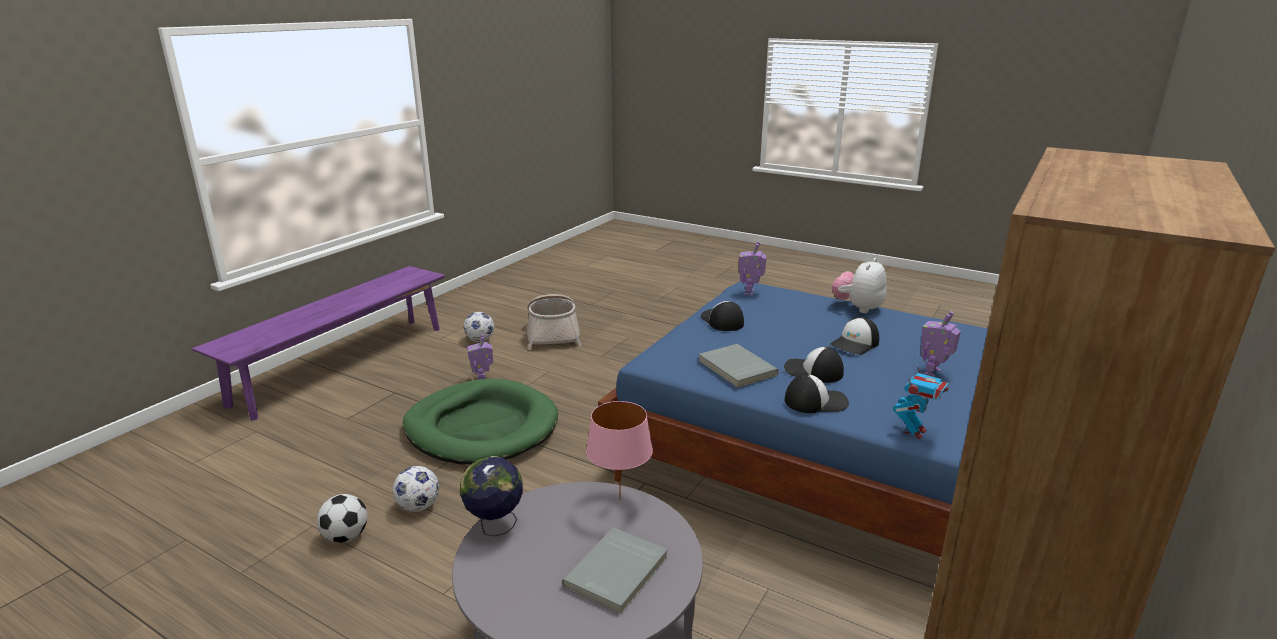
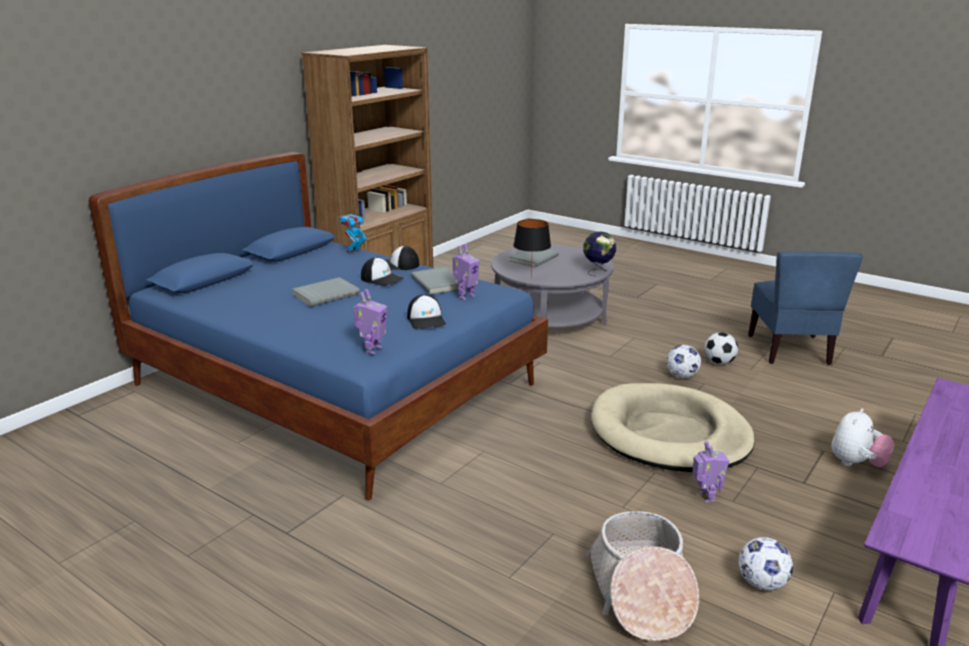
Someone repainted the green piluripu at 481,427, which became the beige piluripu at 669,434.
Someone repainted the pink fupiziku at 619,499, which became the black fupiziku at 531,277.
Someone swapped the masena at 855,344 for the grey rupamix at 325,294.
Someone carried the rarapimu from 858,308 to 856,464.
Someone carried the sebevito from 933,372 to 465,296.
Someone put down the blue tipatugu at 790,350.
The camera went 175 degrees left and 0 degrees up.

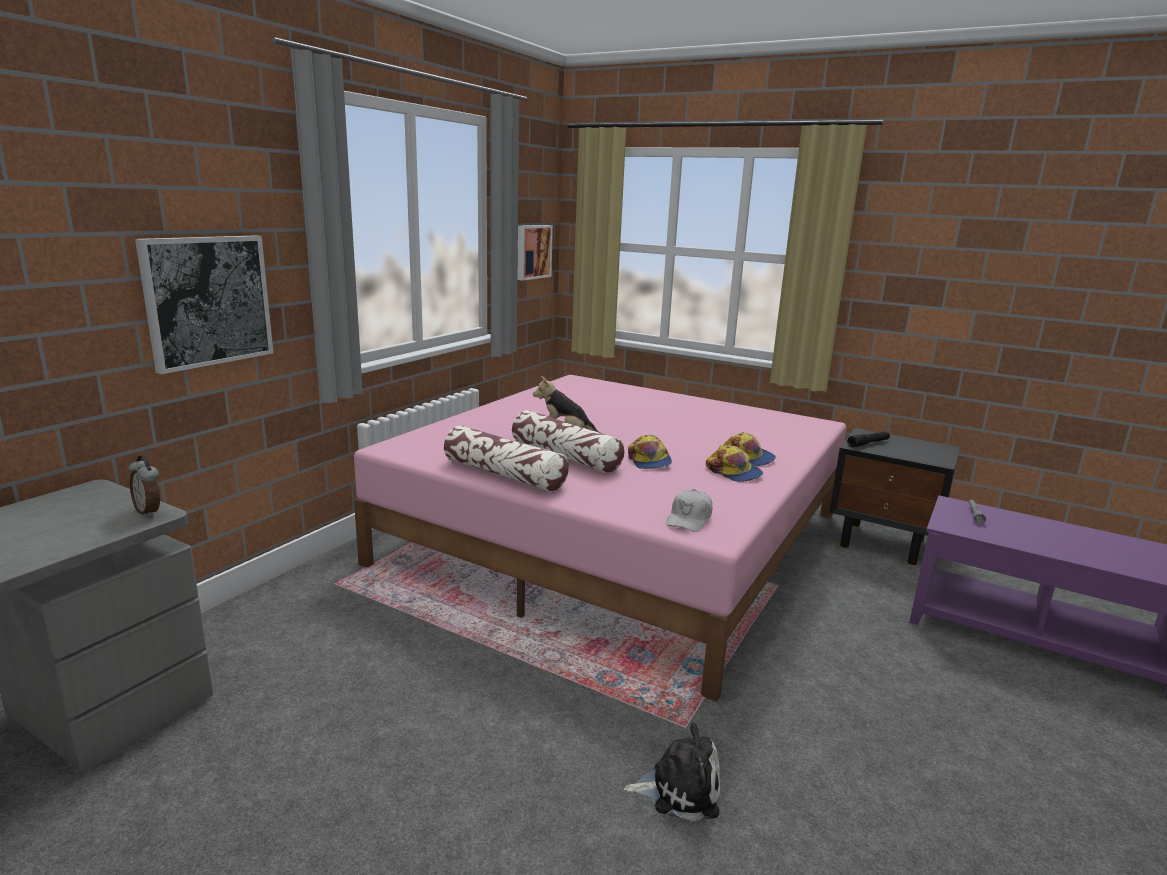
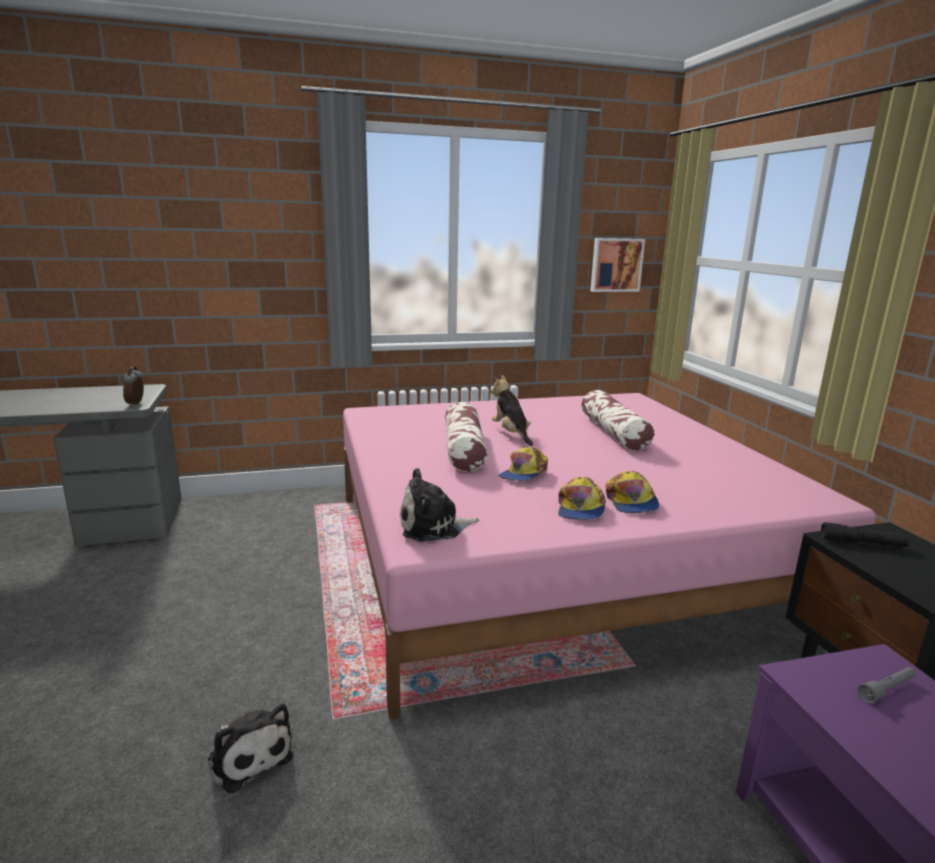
Someone took away the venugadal at 208,301.
Someone carried the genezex from 504,474 to 614,432.
Someone swapped the white masena at 689,519 for the rarapimu at 433,526.
The camera went 45 degrees right and 0 degrees up.

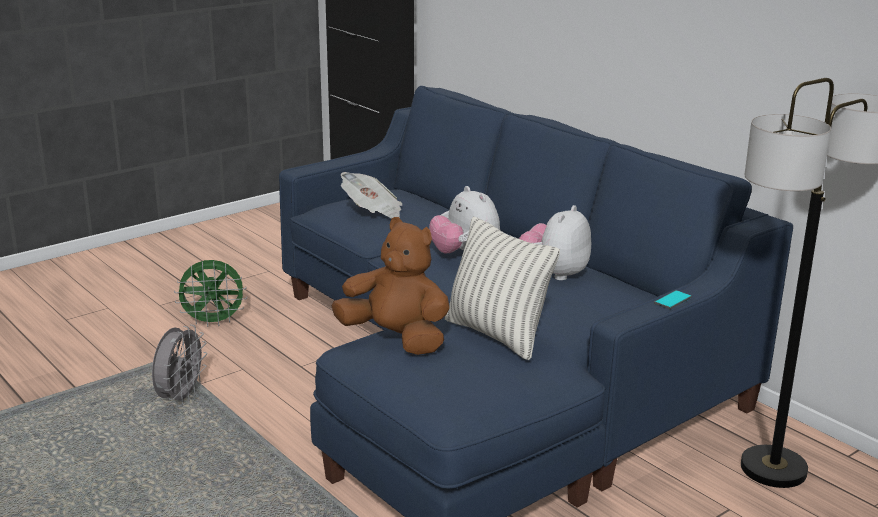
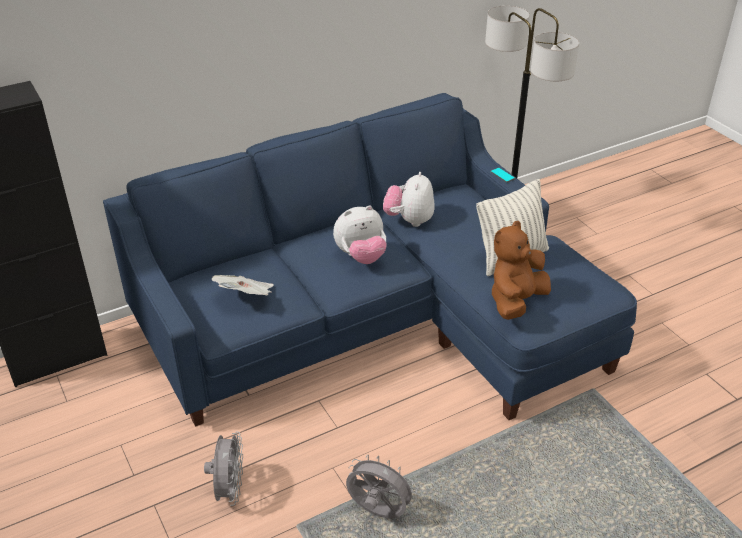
Someone repainted the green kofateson at 214,322, which became the grey kofateson at 229,490.
Someone rotated the rarapimu at 554,273 by 60 degrees clockwise.
The camera went 80 degrees left and 15 degrees up.

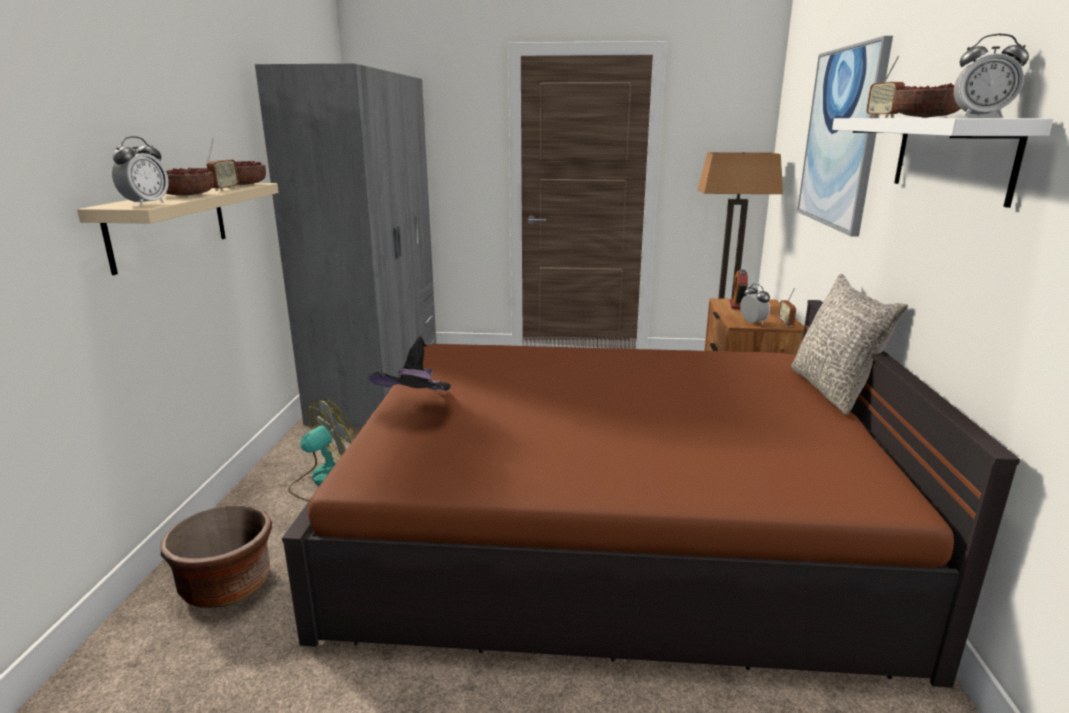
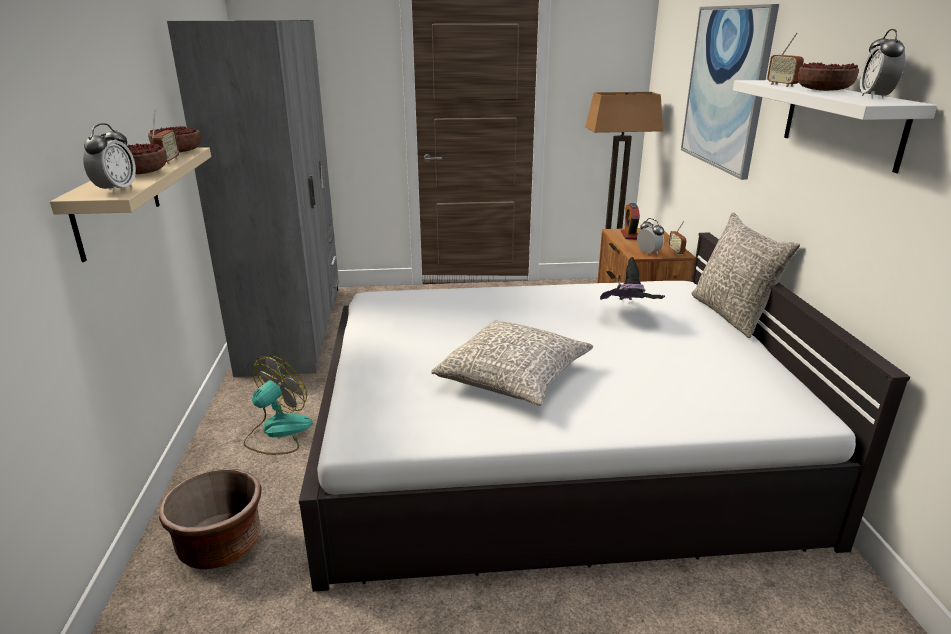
Someone repainted the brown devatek at 609,521, which became the white devatek at 551,444.
Someone carried the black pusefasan from 417,410 to 627,316.
Someone rotated the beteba at 980,117 by 90 degrees clockwise.
Someone put down the grey genezex at 514,377.
The camera went 10 degrees left and 5 degrees up.

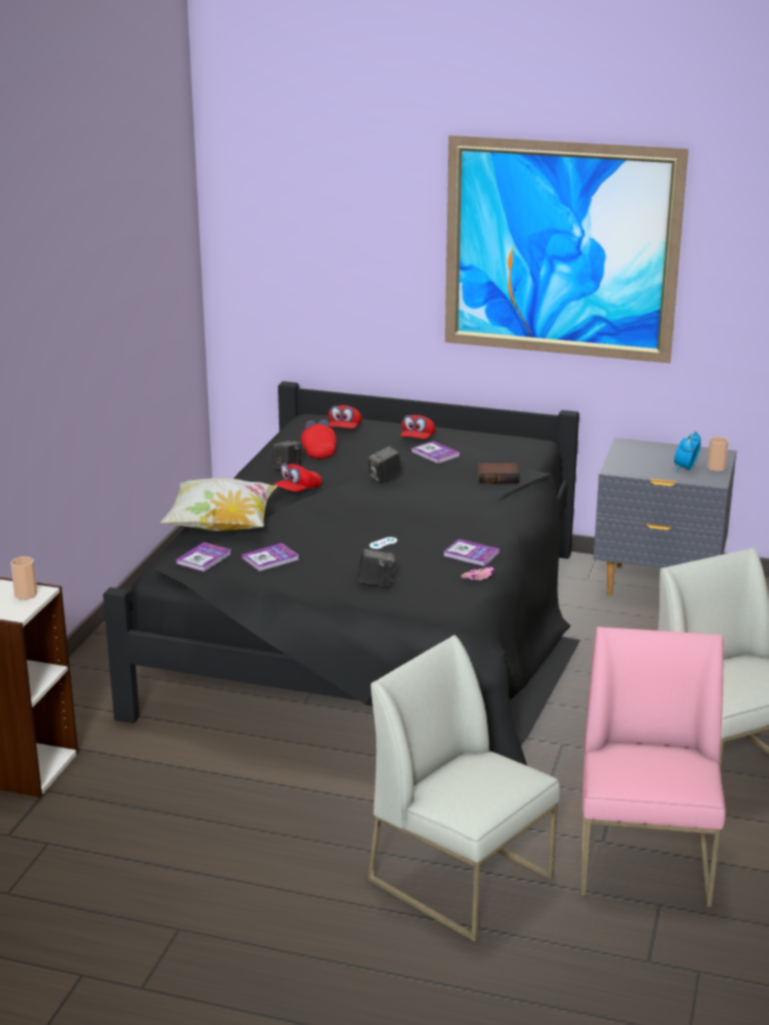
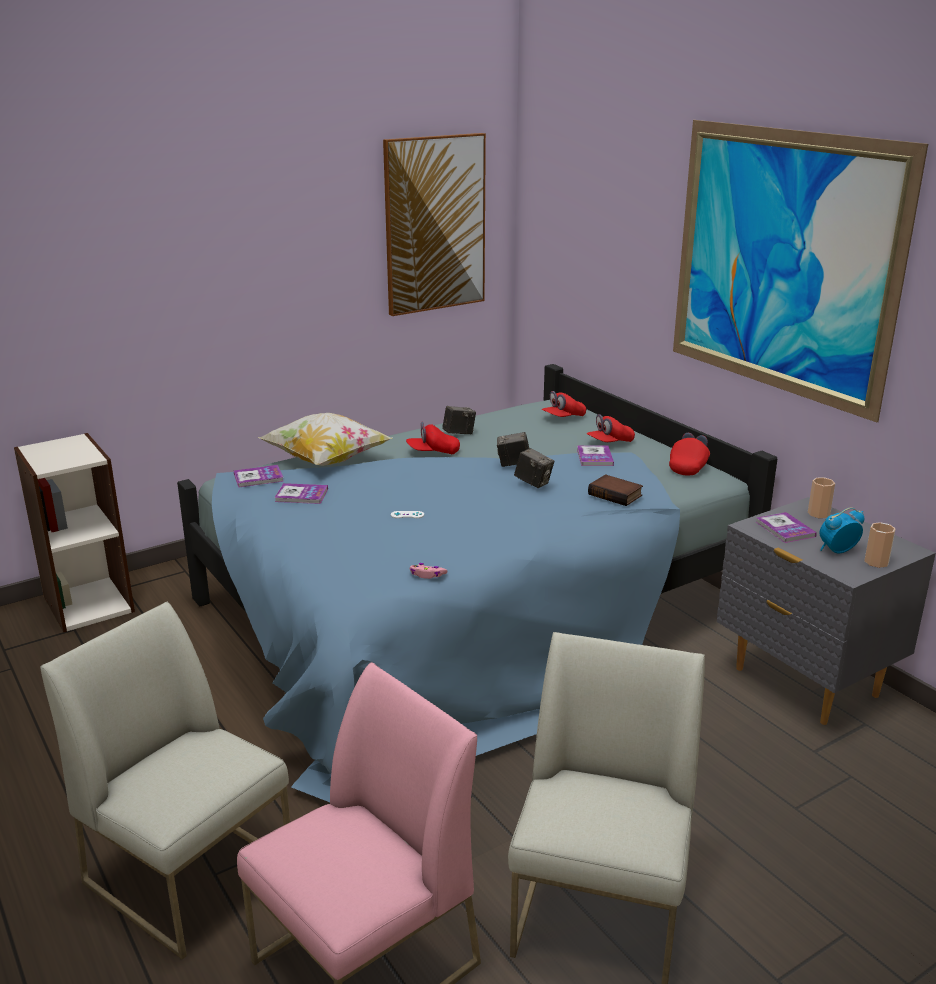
Someone carried the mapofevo from 26,594 to 818,513.
Someone repainted the black devatek at 377,637, which became the blue devatek at 468,618.
Someone carried the red masena from 318,451 to 689,467.
Someone carried the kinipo from 376,583 to 533,483.
Someone rotated the white tipatugu at 462,879 by 45 degrees counterclockwise.
Someone carried the rupamix from 471,554 to 785,529.
Someone put up the venugadal at 435,224.
The camera went 40 degrees right and 0 degrees up.

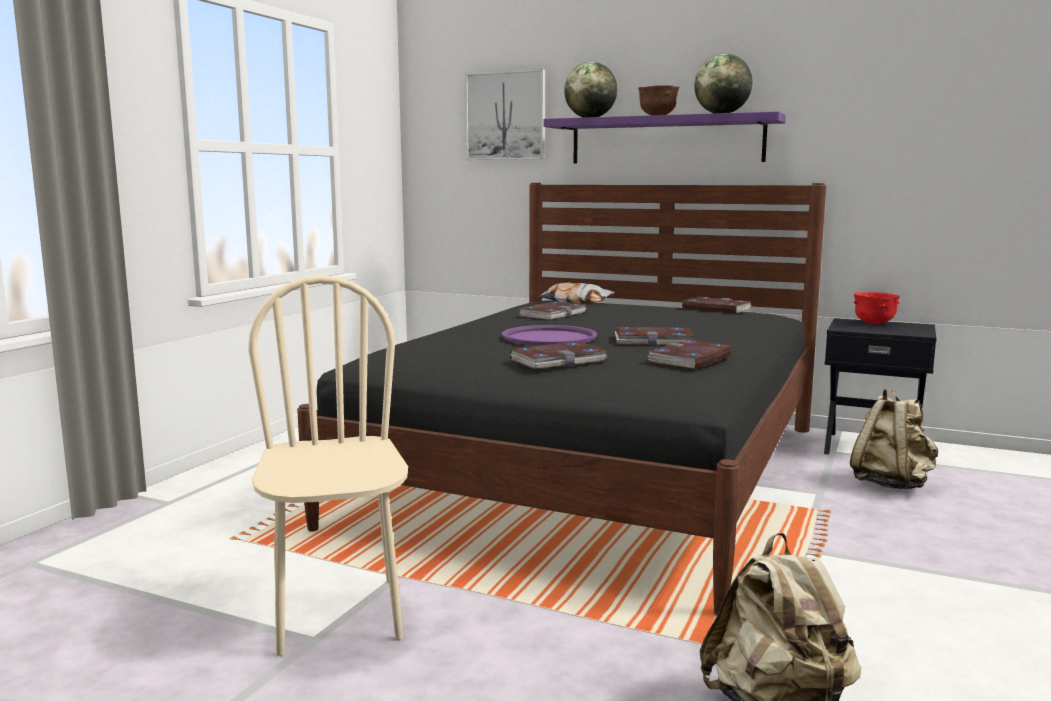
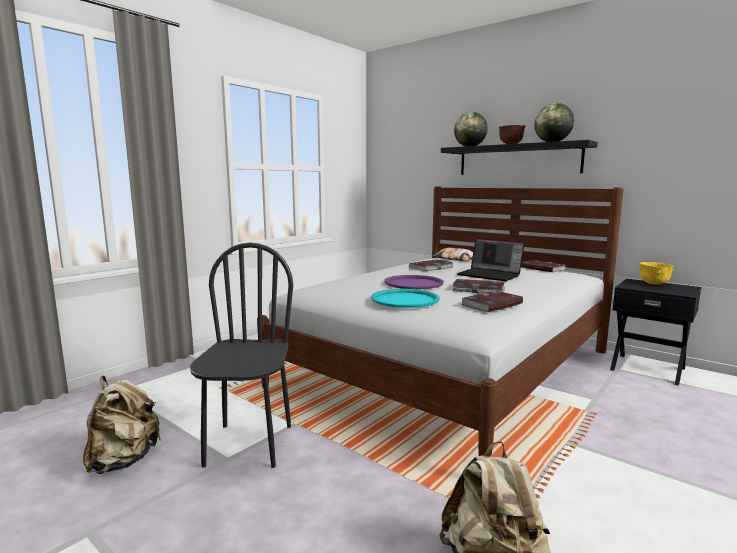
Someone repainted the beige tipatugu at 337,614, which became the black tipatugu at 248,445.
Someone repainted the black devatek at 598,472, which became the white devatek at 449,368.
Someone took away the venugadal at 506,116.
Someone swapped the rupamix at 558,360 for the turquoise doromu at 405,299.
Someone repainted the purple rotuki at 666,140, which became the black rotuki at 518,160.
Someone carried the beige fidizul from 891,484 to 124,460.
Someone repainted the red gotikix at 874,323, which became the yellow gotikix at 654,284.
Someone put down the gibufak at 490,275.
The camera went 15 degrees right and 0 degrees up.

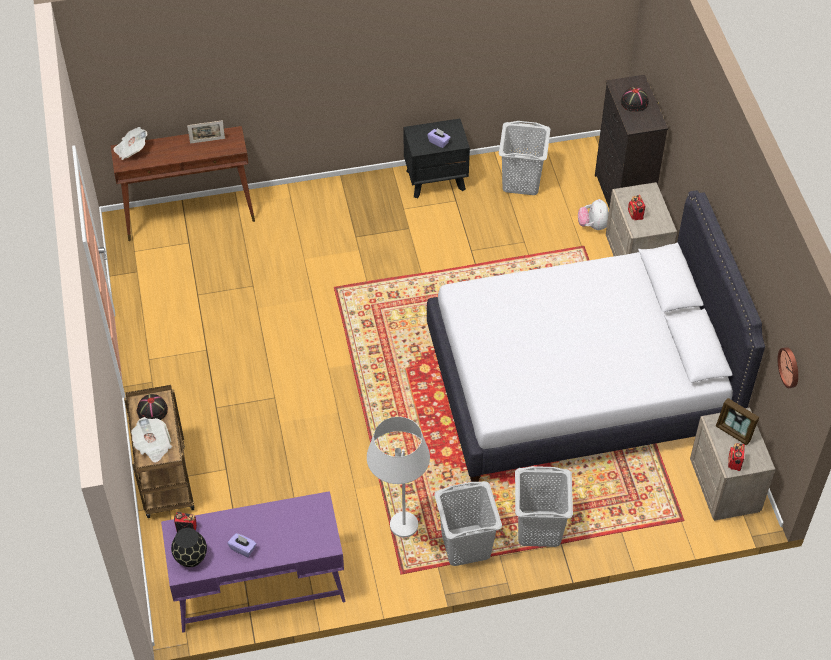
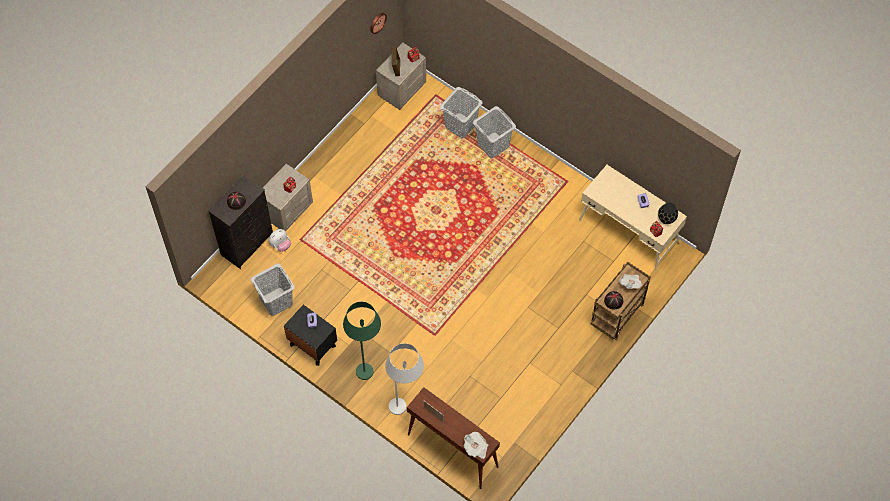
Someone repainted the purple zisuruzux at 258,585, which became the beige zisuruzux at 628,231.
Someone carried the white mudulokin from 399,539 to 406,402.
Someone took away the white devatek at 578,383.
Someone carried the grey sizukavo from 465,545 to 461,125.
Someone put down the green mudulokin at 366,362.
The camera went 130 degrees left and 10 degrees up.

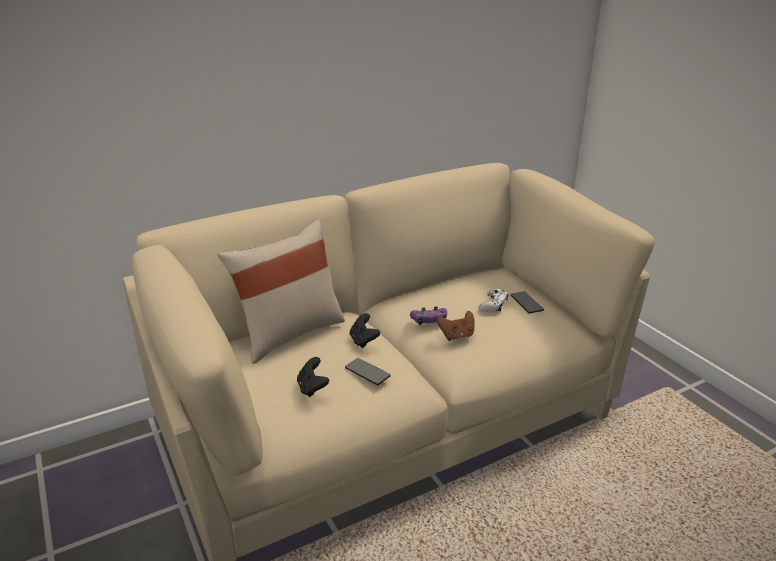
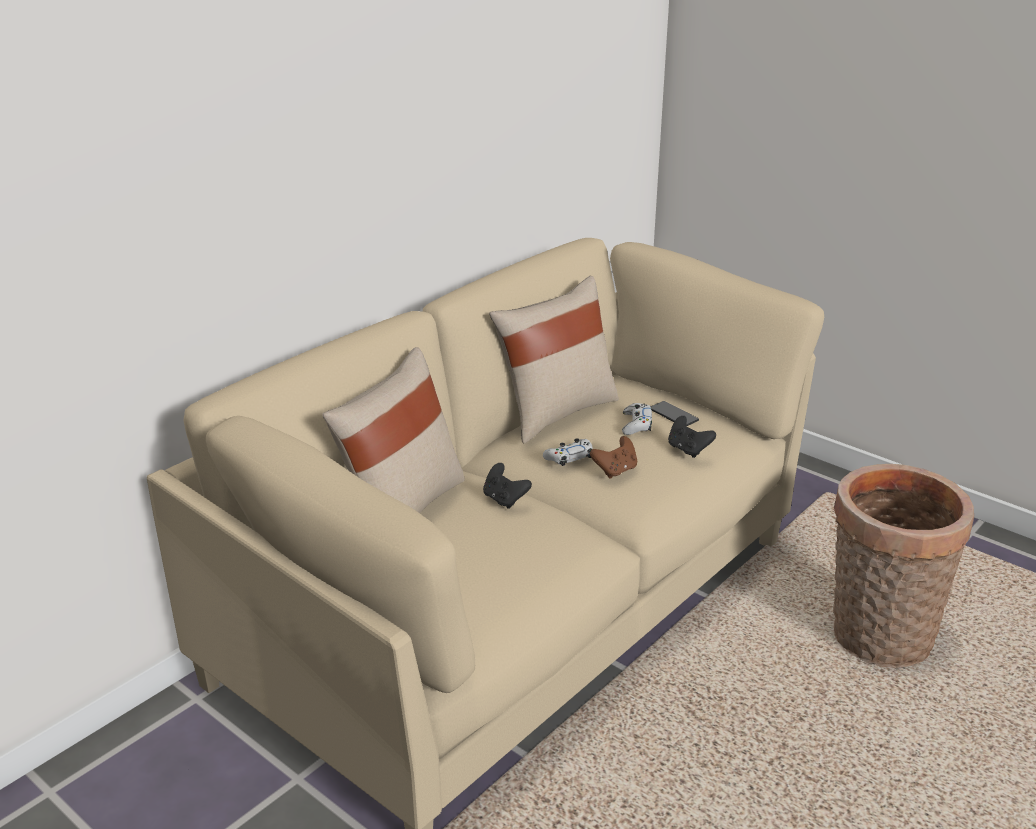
Someone carried the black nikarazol from 312,388 to 688,450.
Someone took away the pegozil at 367,372.
Someone repainted the purple nikarazol at 429,319, which became the white nikarazol at 569,457.
Someone put down the beige genezex at 555,412.
Someone put down the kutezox at 876,640.
The camera went 20 degrees left and 0 degrees up.

